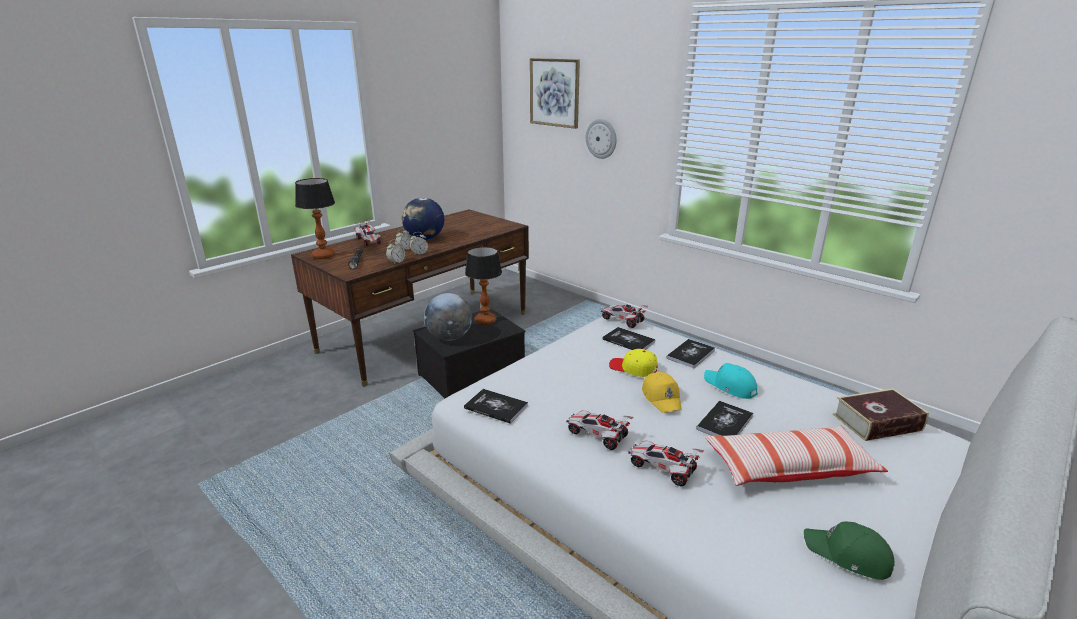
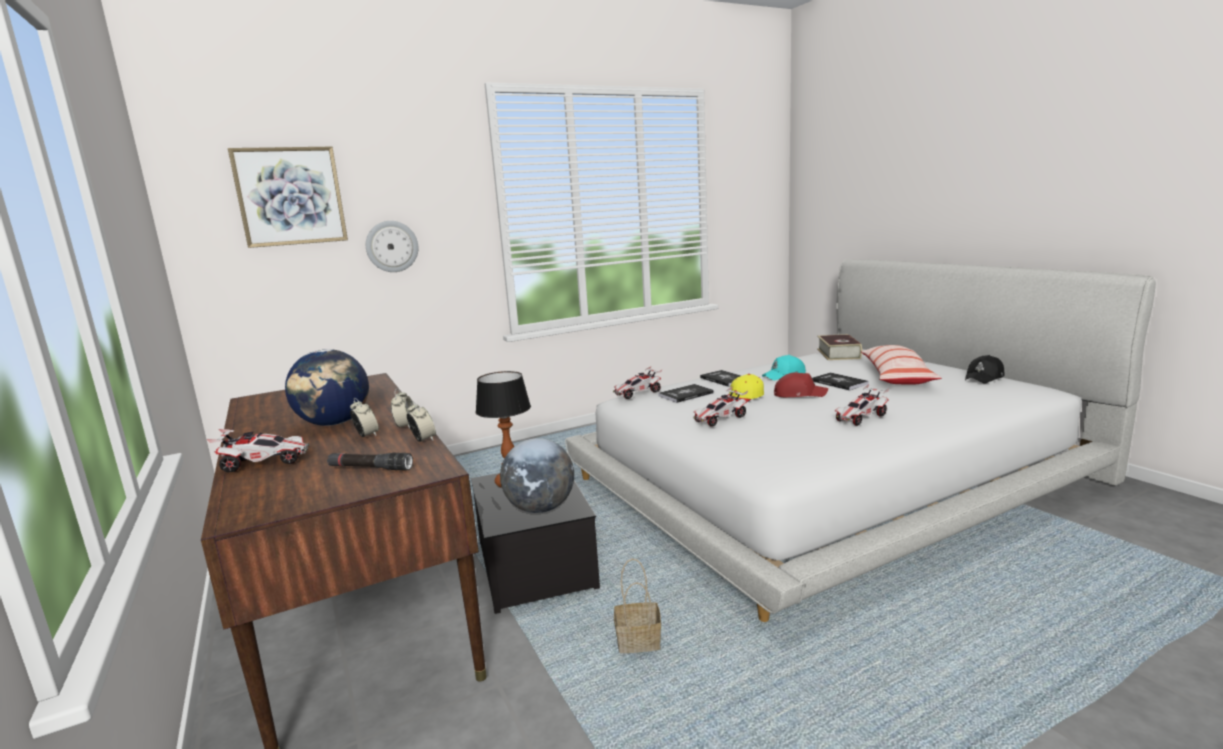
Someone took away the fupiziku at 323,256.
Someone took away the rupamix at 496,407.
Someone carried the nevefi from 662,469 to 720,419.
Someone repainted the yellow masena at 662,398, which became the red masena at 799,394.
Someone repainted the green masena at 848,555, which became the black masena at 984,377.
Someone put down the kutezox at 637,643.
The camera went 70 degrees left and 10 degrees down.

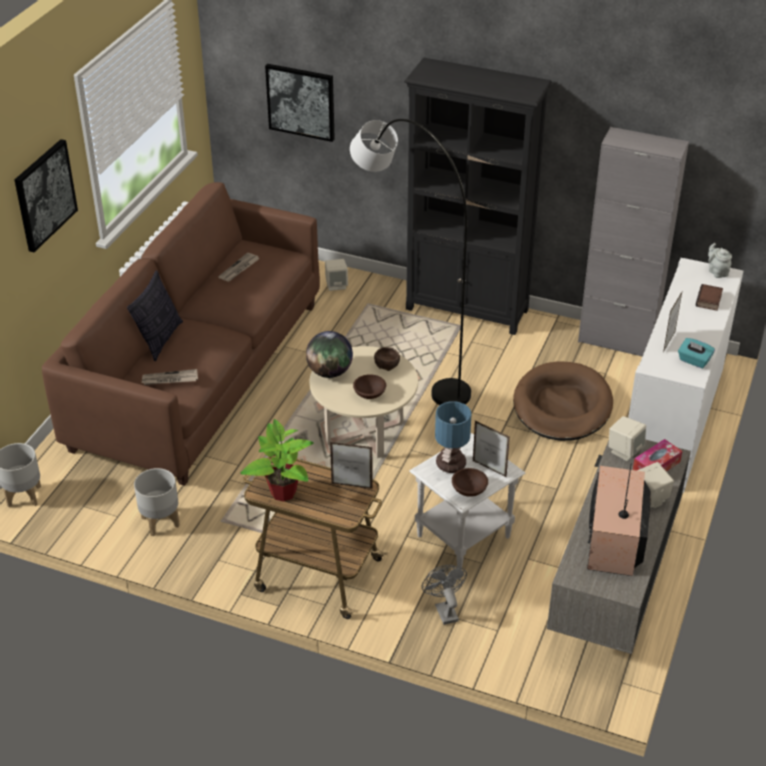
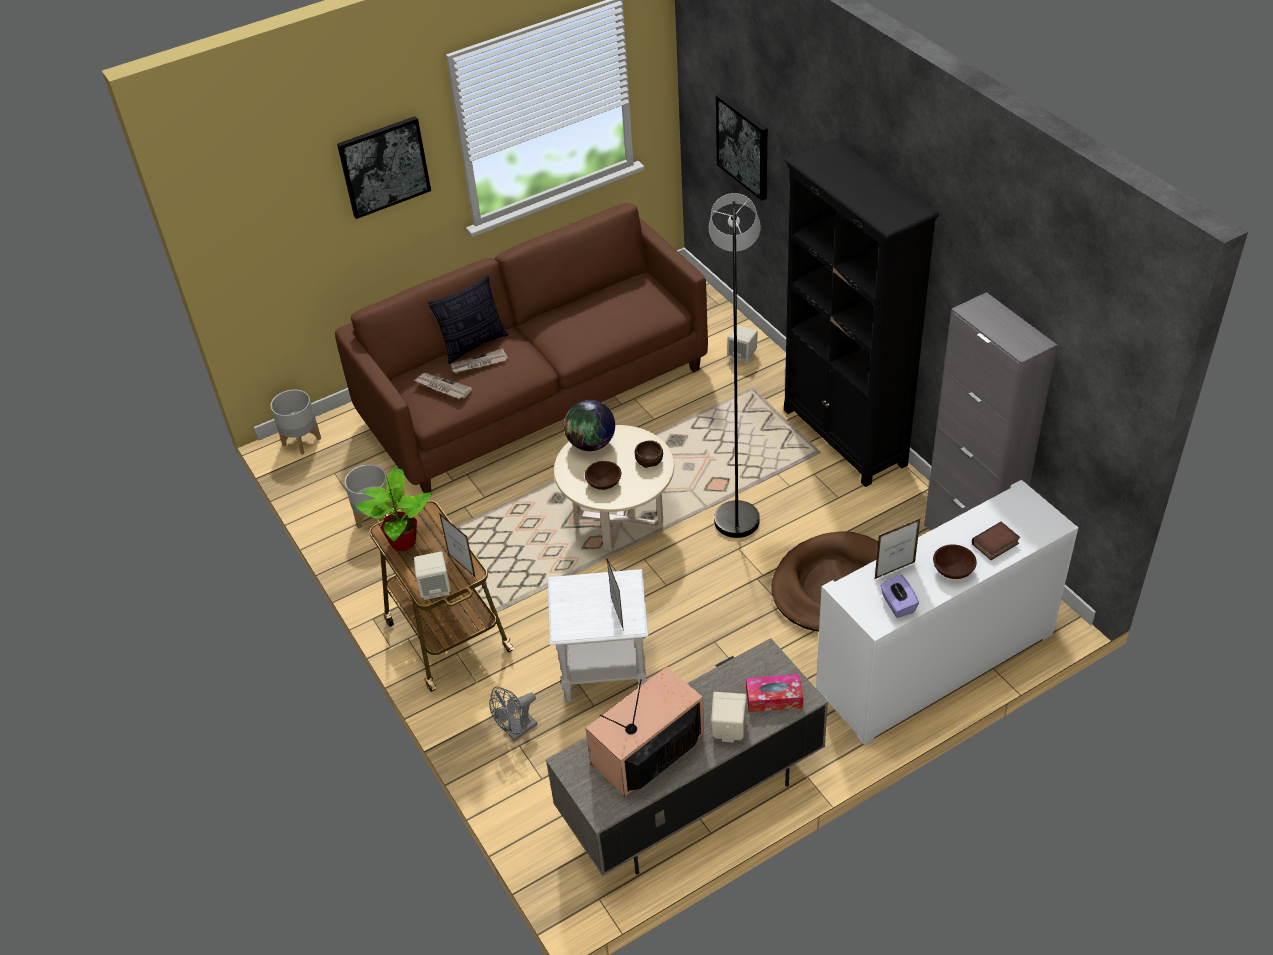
Someone carried the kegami from 239,269 to 479,363.
Someone rotated the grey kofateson at 444,610 by 150 degrees counterclockwise.
Someone took away the fupiziku at 451,463.
Someone carried the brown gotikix from 469,490 to 952,570.
Someone carried the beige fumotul from 624,450 to 435,588.
Someone repainted the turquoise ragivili at 694,361, which became the purple ragivili at 897,605.
Someone took away the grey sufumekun at 717,272.
The camera went 40 degrees right and 5 degrees up.

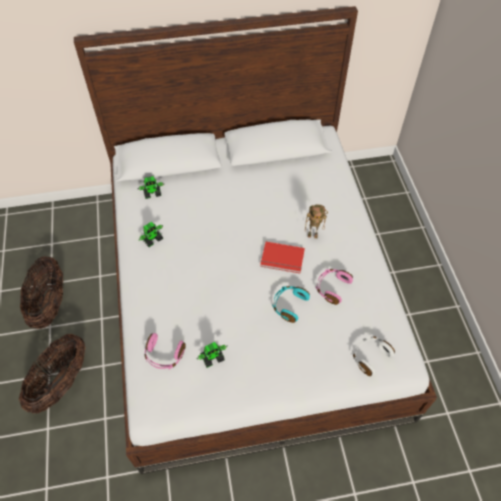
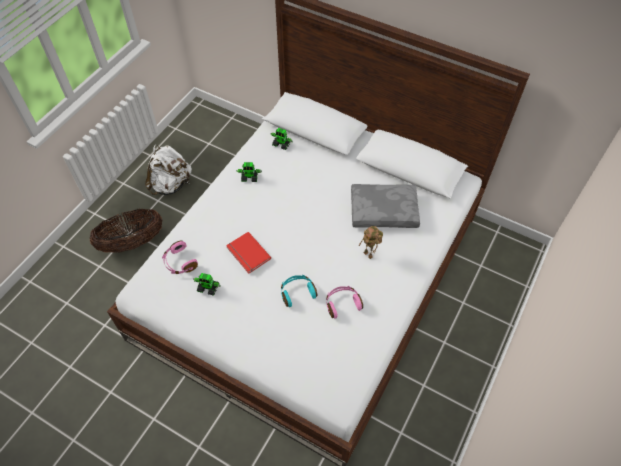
Someone swapped the kutezox at 50,304 for the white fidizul at 171,185.
Someone carried the red rupamix from 282,259 to 247,254.
Someone took away the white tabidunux at 370,356.
Someone put down the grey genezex at 384,210.
The camera went 40 degrees right and 0 degrees up.

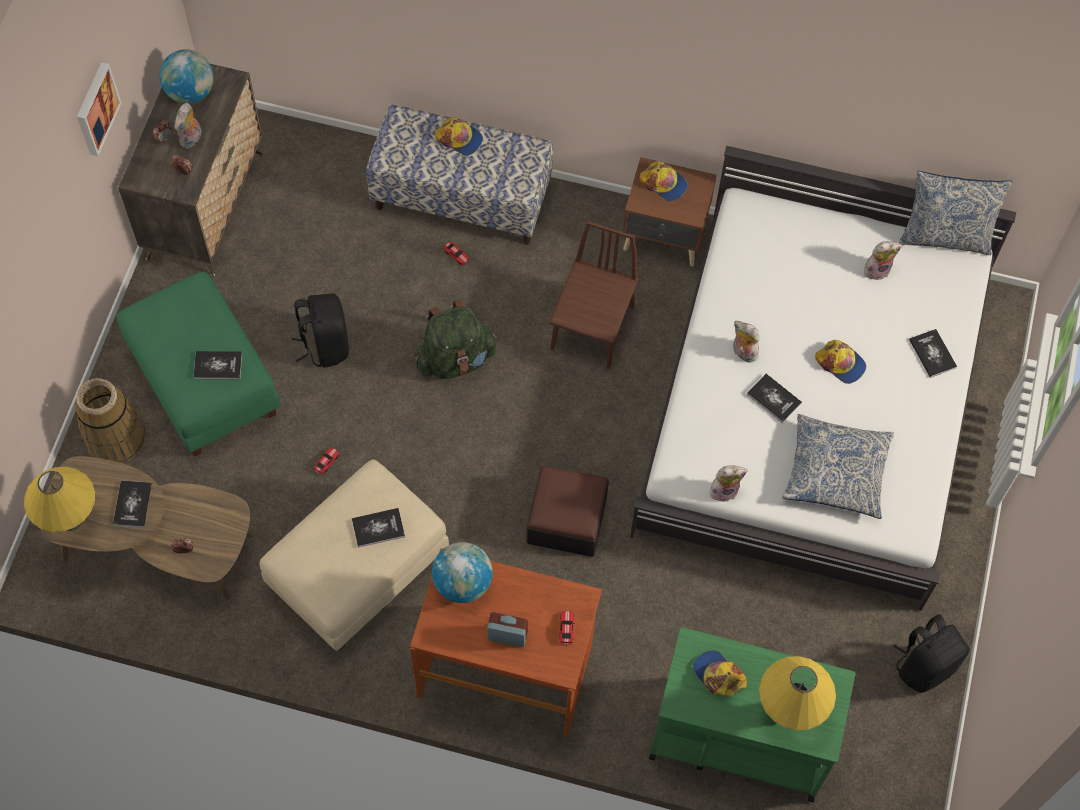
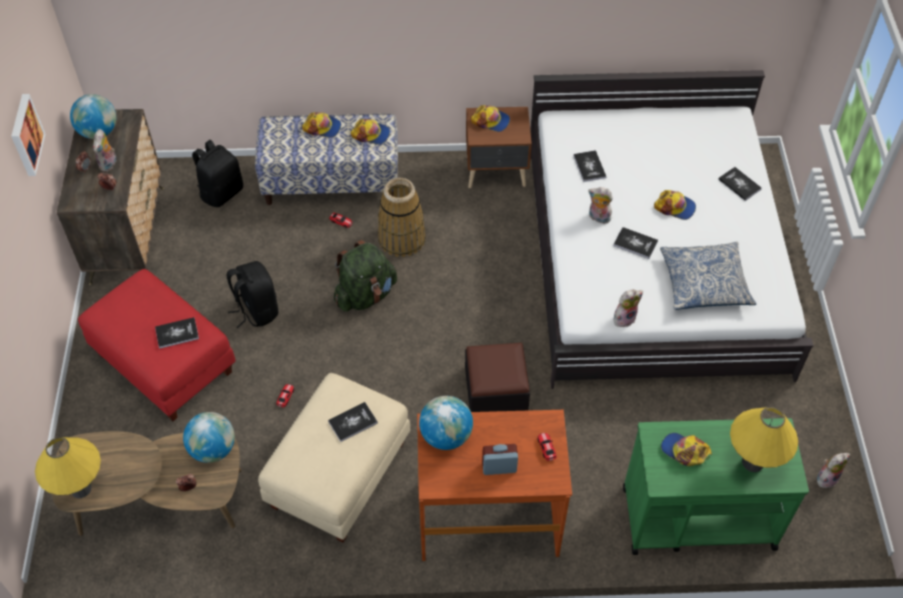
Someone carried the kutezox from 114,438 to 401,238.
Someone carried the rupamix from 132,504 to 589,166.
Someone repainted the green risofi at 203,382, which became the red risofi at 163,363.
Someone took away the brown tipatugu at 592,327.
Someone carried the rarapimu from 877,269 to 826,477.
Someone carried the black fidizul from 924,665 to 221,192.
Someone took away the genezex at 945,236.
Someone put down the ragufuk at 213,449.
Someone put down the masena at 371,134.
The camera went 15 degrees left and 10 degrees down.

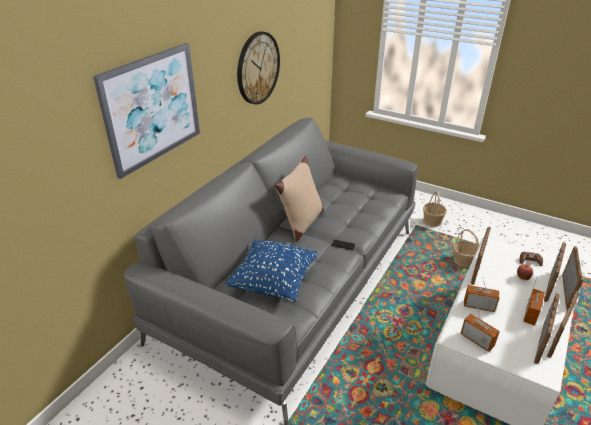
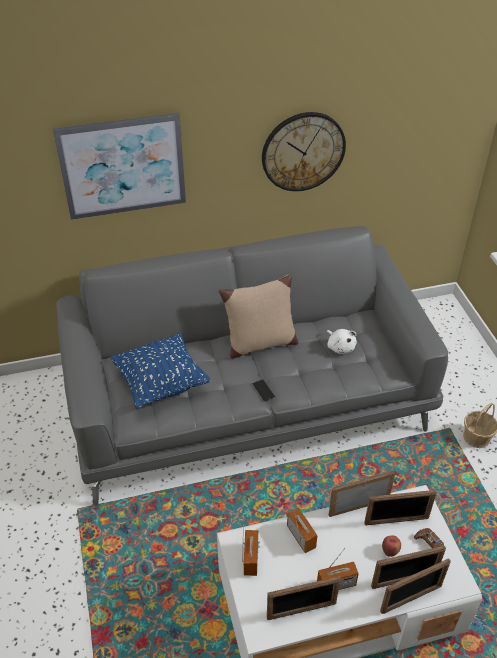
Someone took away the kutezox at 463,261.
Someone carried the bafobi from 556,338 to 396,521.
Someone put down the white rarapimu at 340,347.
The camera went 45 degrees right and 10 degrees up.

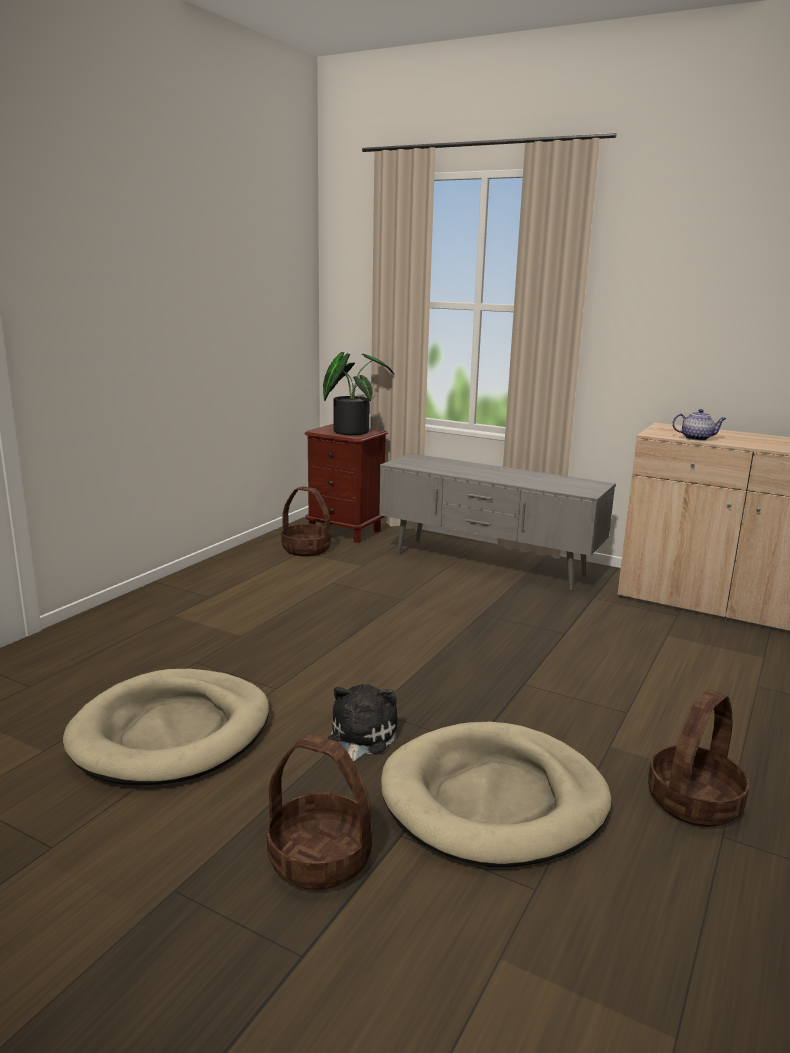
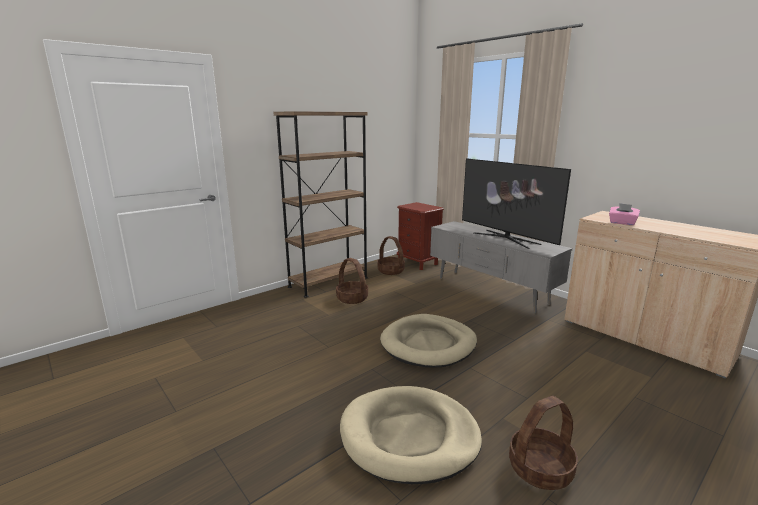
Someone carried the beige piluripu from 172,732 to 428,344.
Someone carried the kutezox from 319,859 to 352,298.
Someone took away the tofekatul at 351,431.
Someone took away the rarapimu at 360,738.
Someone swapped the sufumekun at 697,438 for the pink ragivili at 622,223.
Someone put down the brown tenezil at 328,282.
Someone put down the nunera at 505,238.
The camera went 20 degrees right and 0 degrees up.

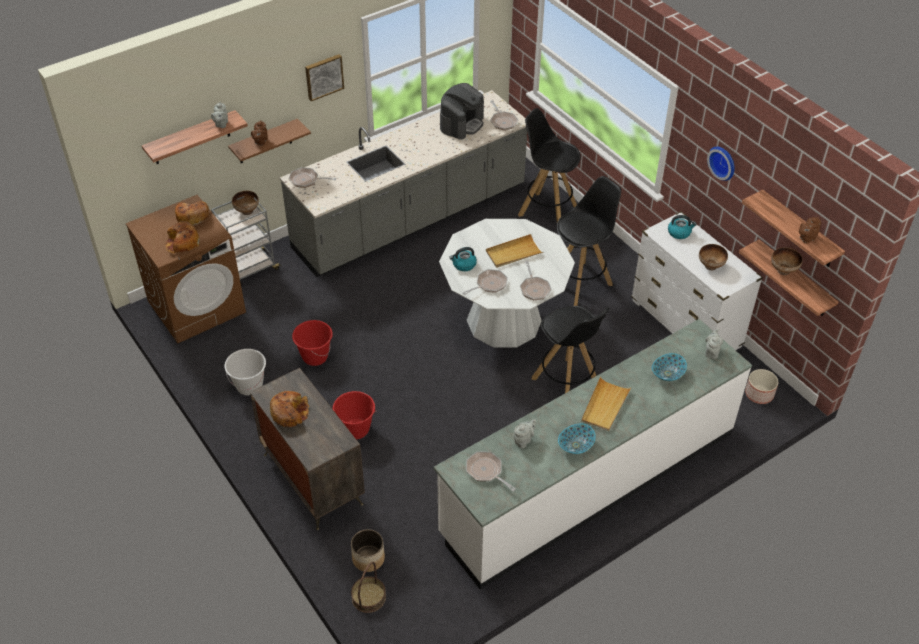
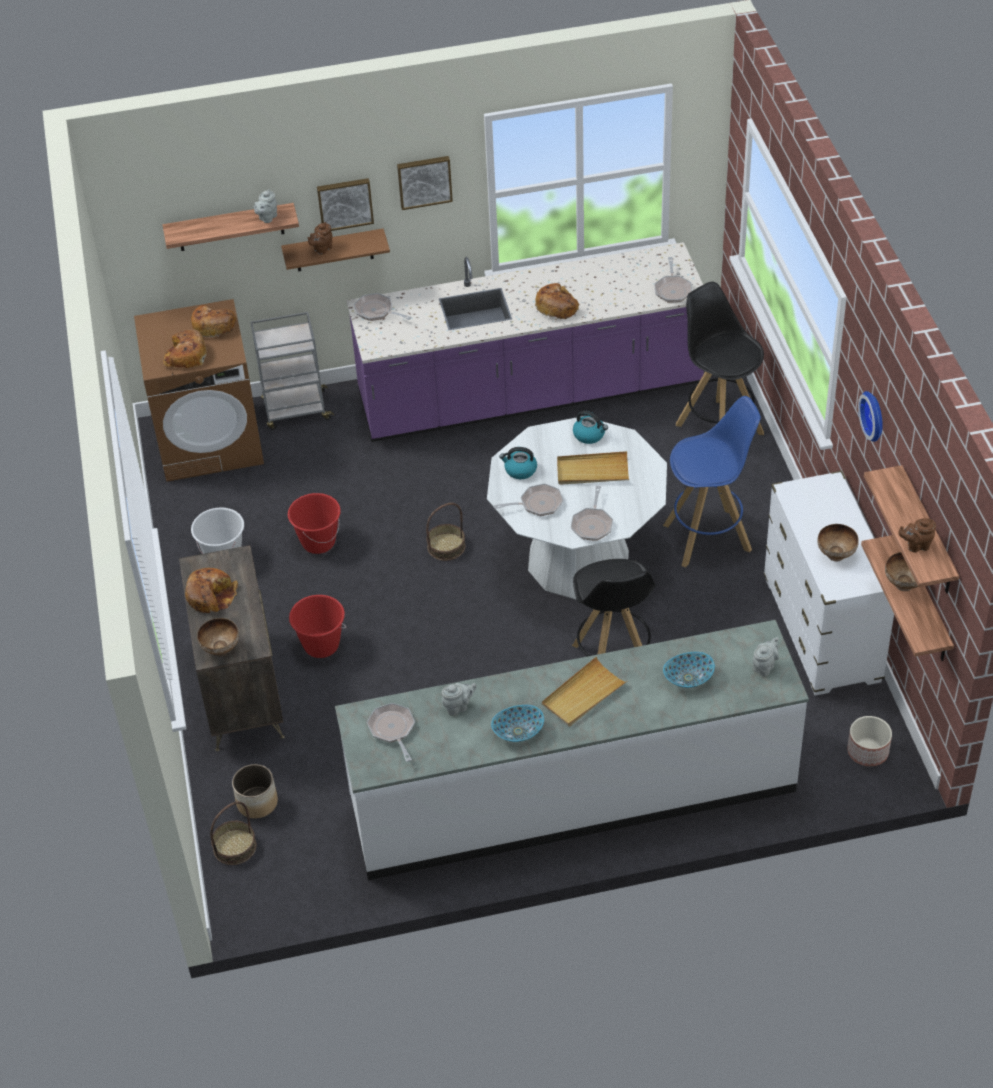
Someone carried the gotikix from 247,211 to 221,649.
Someone repainted the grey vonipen at 411,218, which became the purple vonipen at 530,394.
Someone took away the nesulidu at 461,123.
Someone repainted the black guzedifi at 580,283, which became the blue guzedifi at 708,537.
Someone carried the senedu from 679,232 to 589,435.
Someone put up the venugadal at 345,203.
Someone put down the kutezox at 446,546.
Someone put down the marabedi at 557,307.
The camera went 25 degrees right and 0 degrees up.

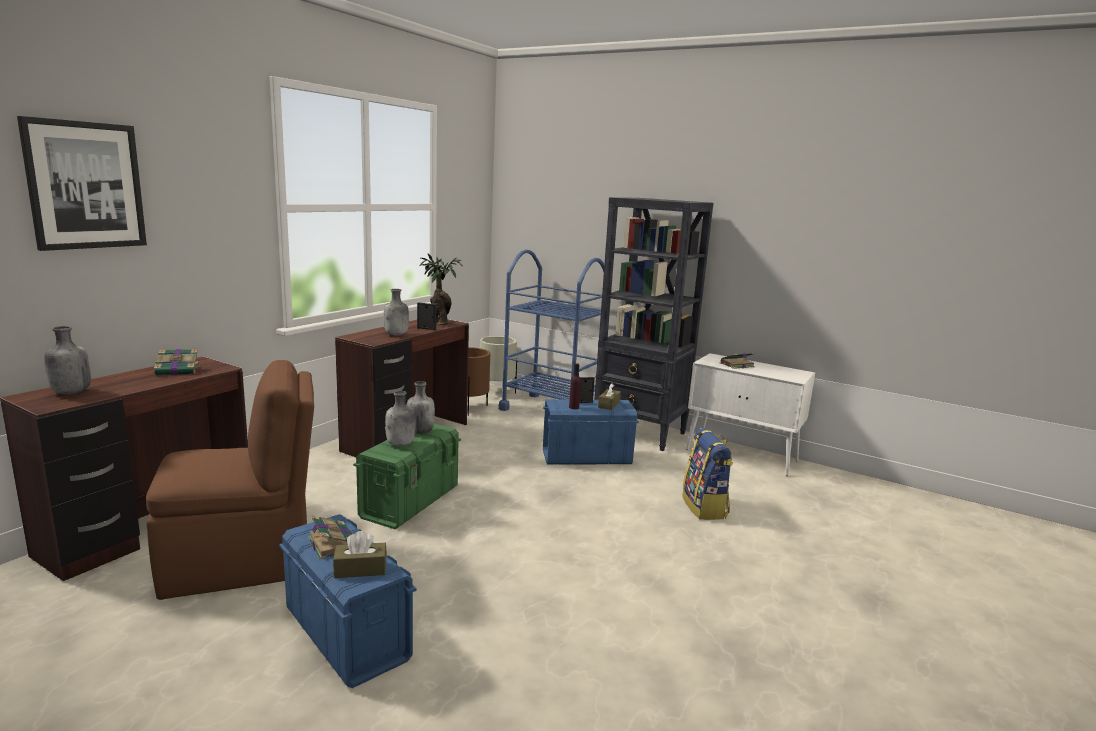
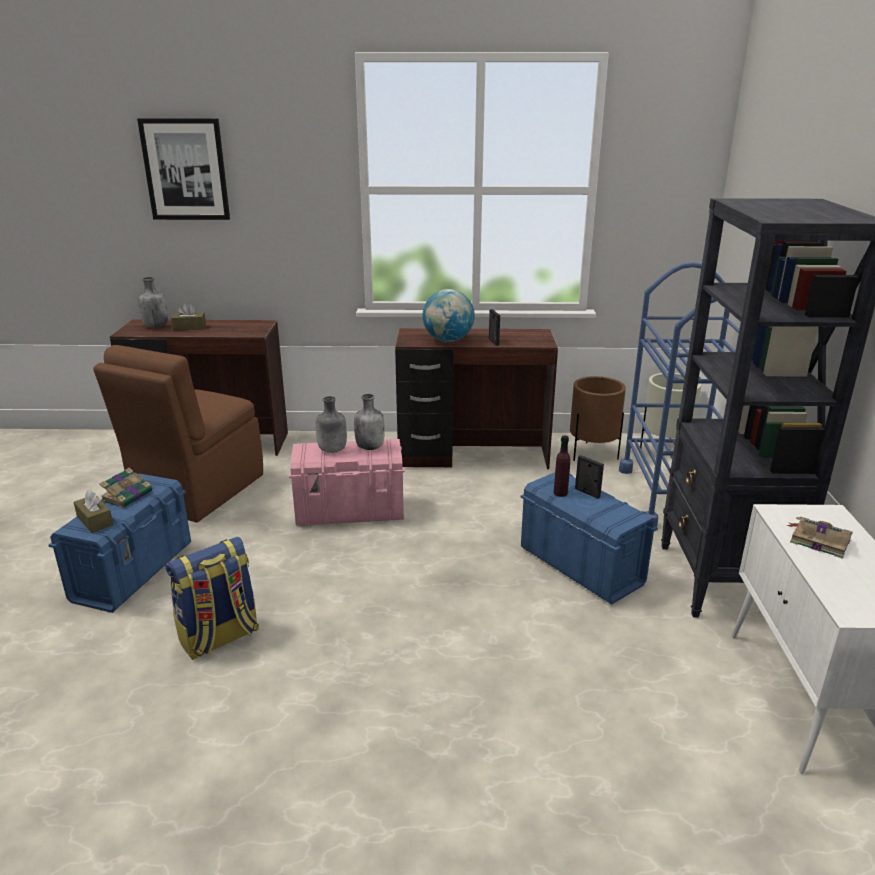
Someone rotated the brown tipatugu at 243,561 by 75 degrees clockwise.
Someone took away the rupamix at 179,371.
Someone repainted the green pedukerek at 411,502, which became the pink pedukerek at 350,511.
Someone swapped the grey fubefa at 396,334 for the ragufuk at 448,340.
Someone took away the tofekatul at 438,323.
Someone carried the brown ragivili from 609,405 to 189,327.
Someone carried the fidizul from 705,507 to 219,638.
The camera went 60 degrees right and 10 degrees up.

